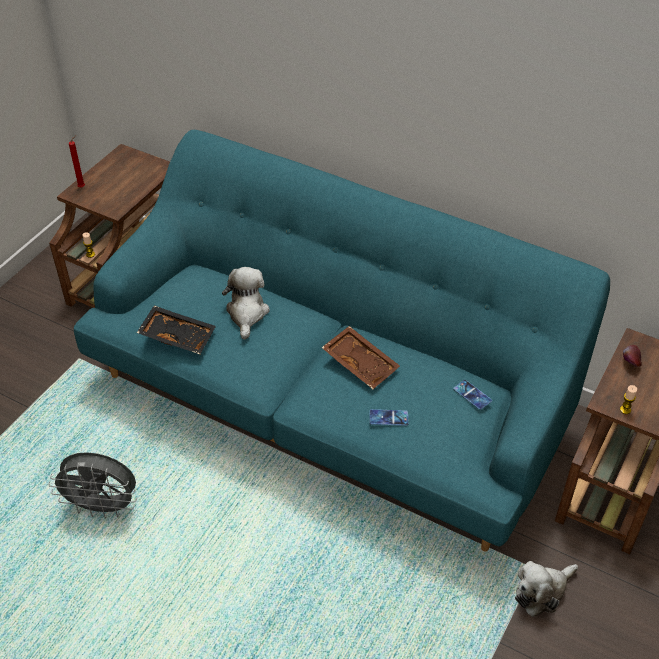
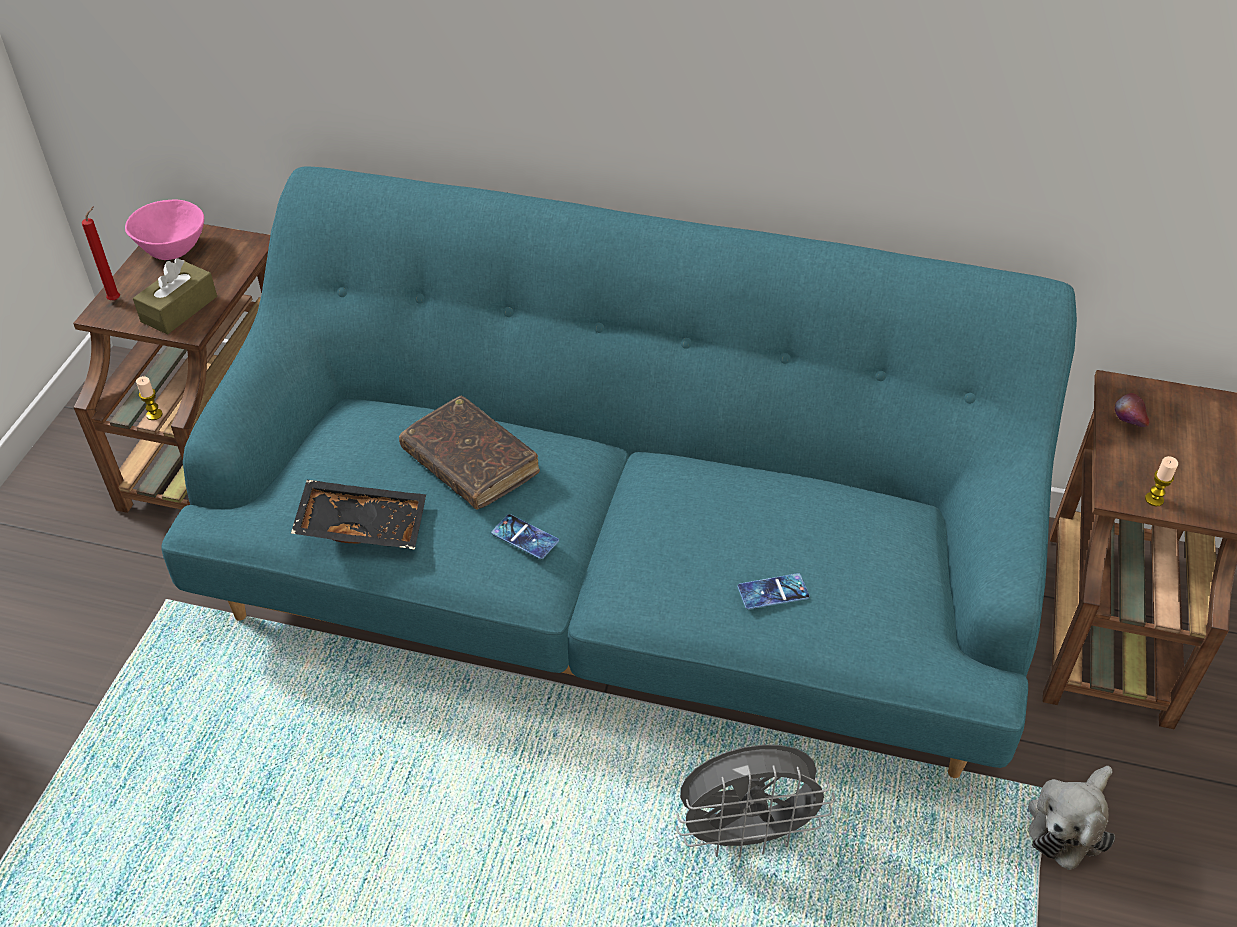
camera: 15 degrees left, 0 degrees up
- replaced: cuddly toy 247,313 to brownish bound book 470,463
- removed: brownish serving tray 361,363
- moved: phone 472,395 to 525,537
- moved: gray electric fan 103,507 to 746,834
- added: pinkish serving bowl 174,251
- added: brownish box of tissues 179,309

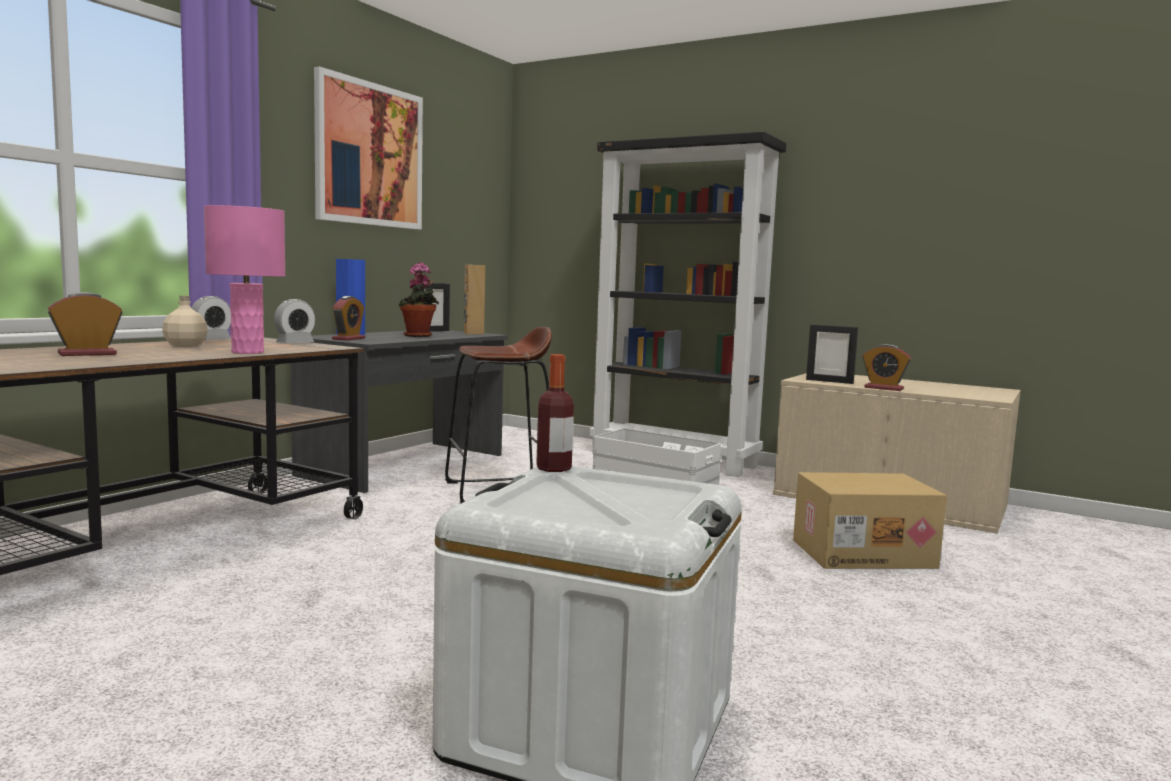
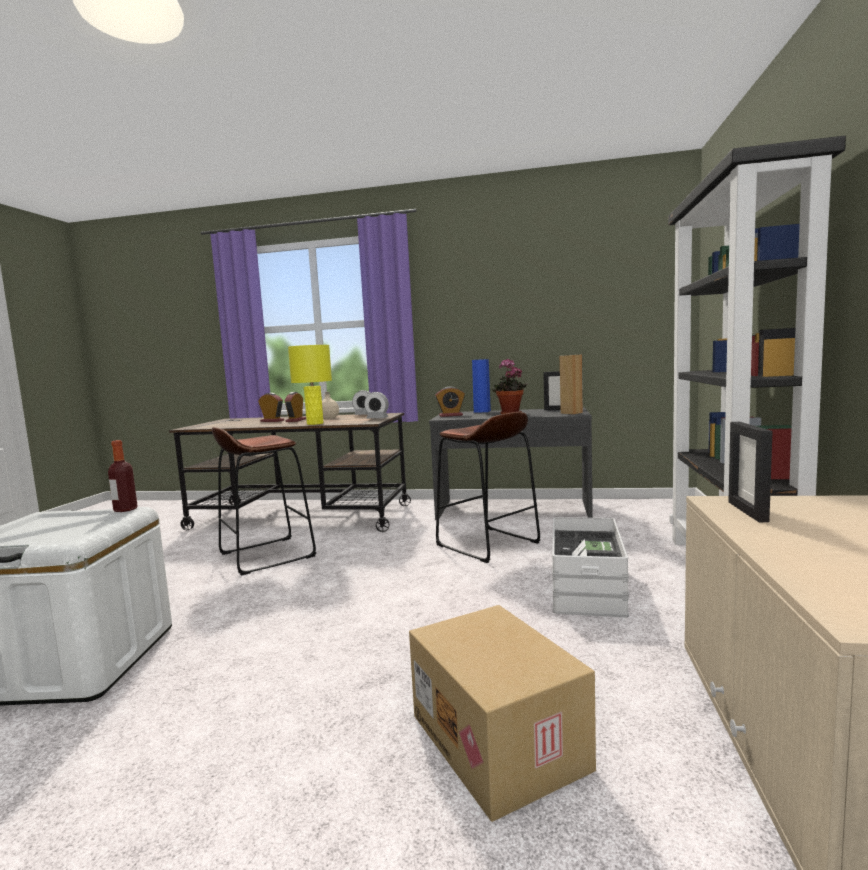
camera: 70 degrees right, 0 degrees up
- removed: wall art 369,155
- recoloured: pinkish tabletop lamp 247,352 to yellow-coloured tabletop lamp 315,423
- moved: table clock 883,388 to 296,420
- added: brownish sitting stool 266,555

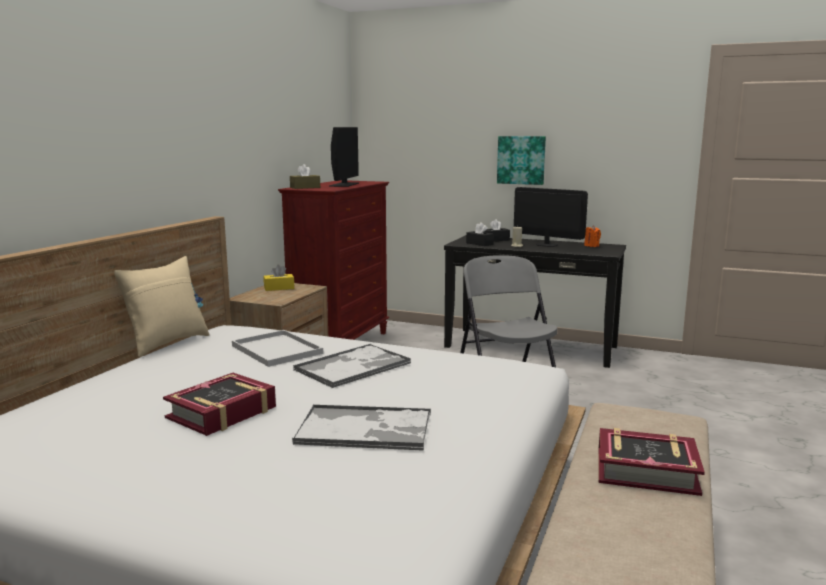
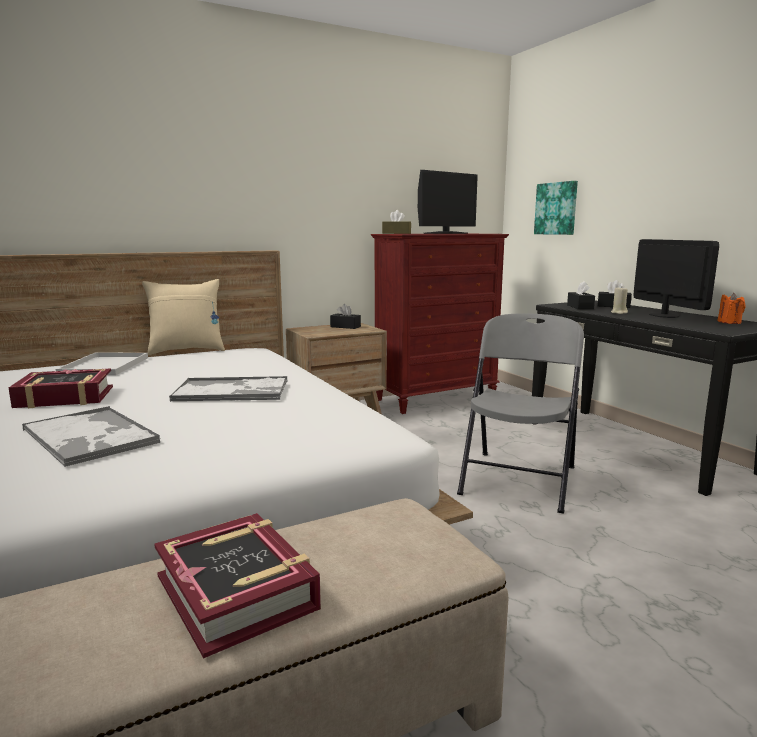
camera: 40 degrees right, 0 degrees up
- moved: wall art 521,160 to 556,208
- recoloured: yellow-coloured box of tissues 279,288 to black-coloured box of tissues 345,327
- moved: whitish serving tray 278,350 to 105,366

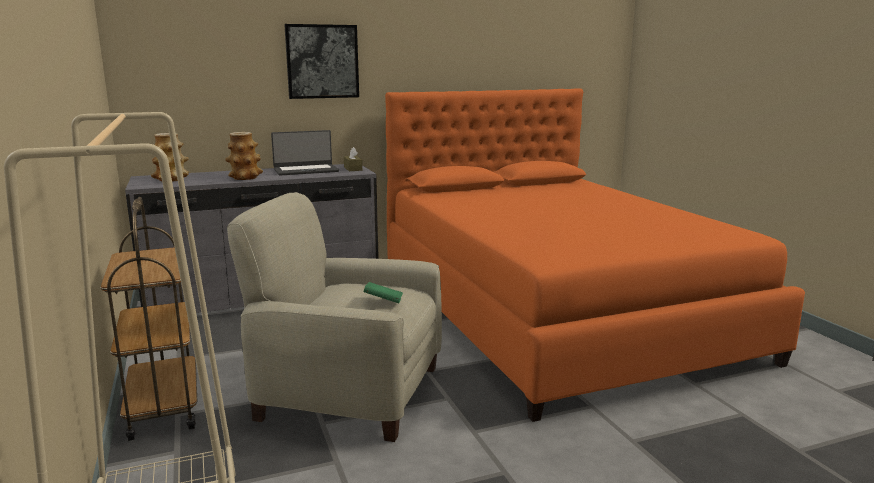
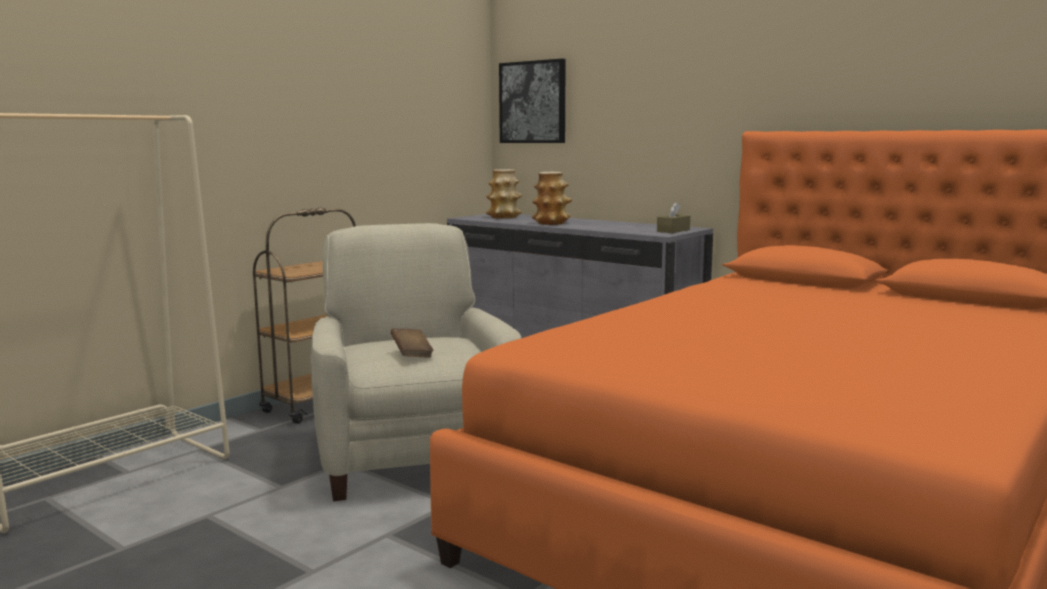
camera: 60 degrees right, 5 degrees down
- moved: wall art 322,61 to 533,102
- removed: notebook computer 306,170
- recoloured: green-coloured bound book 383,302 to brownish bound book 412,354

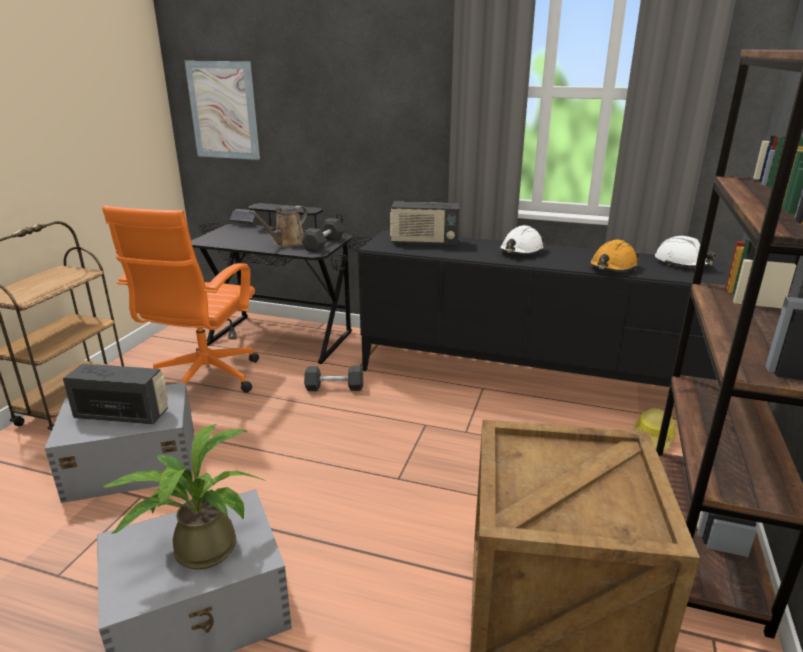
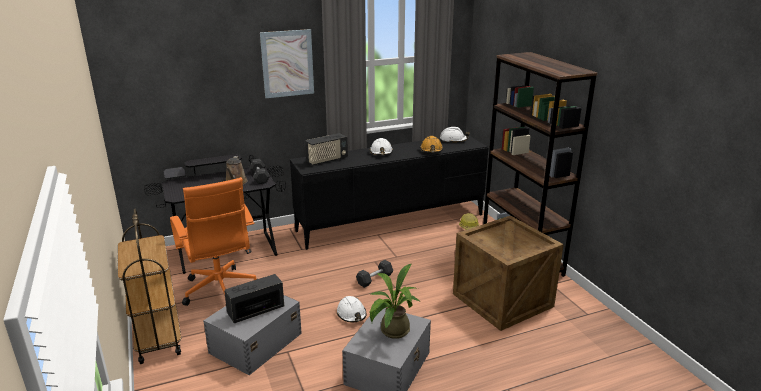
camera: 40 degrees left, 0 degrees up
- moved: wall art 223,110 to 287,63
- moved: gray dumbbell 334,387 to 374,279
- added: whitish work helmet 351,314

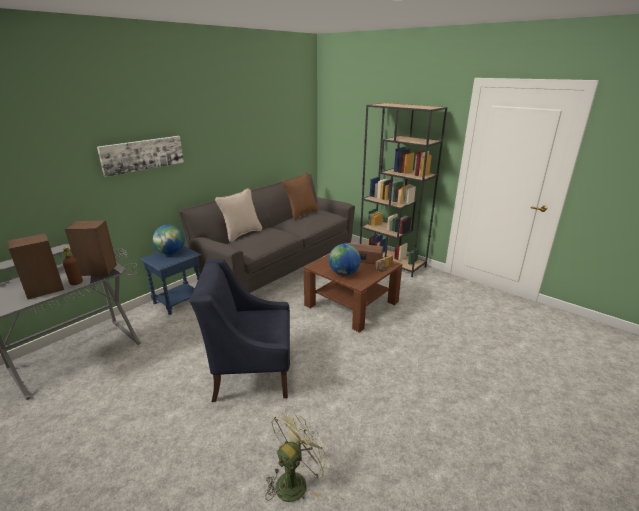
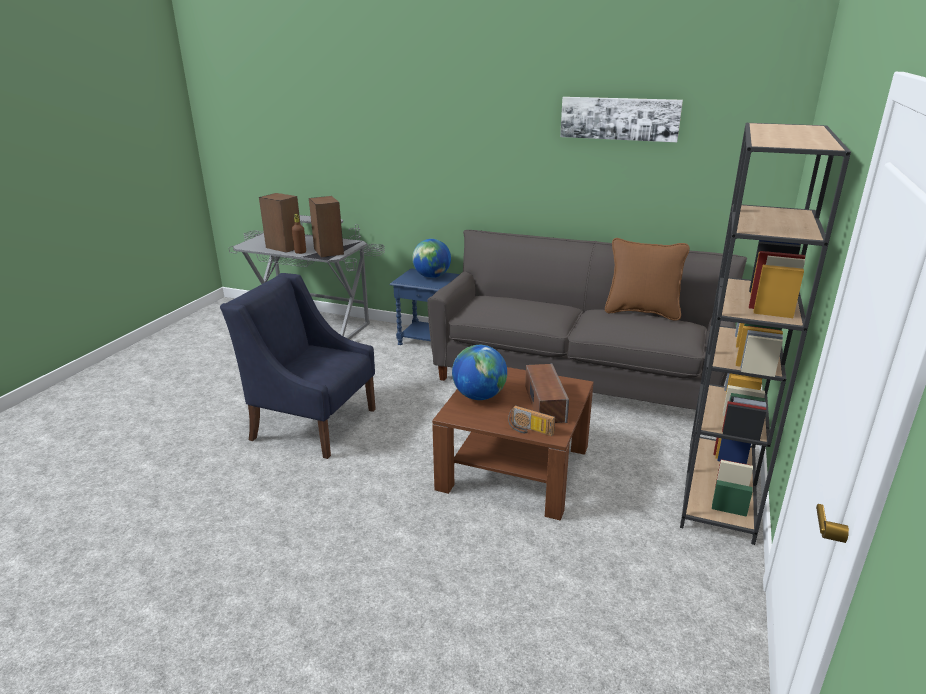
camera: 70 degrees right, 0 degrees up
- moved: wall art 142,154 to 619,118
- removed: beige-coloured throw pillow 241,234
- turned: blue armchair 251,371 = 313,423 45 degrees counterclockwise
- removed: green-coloured electric fan 295,480

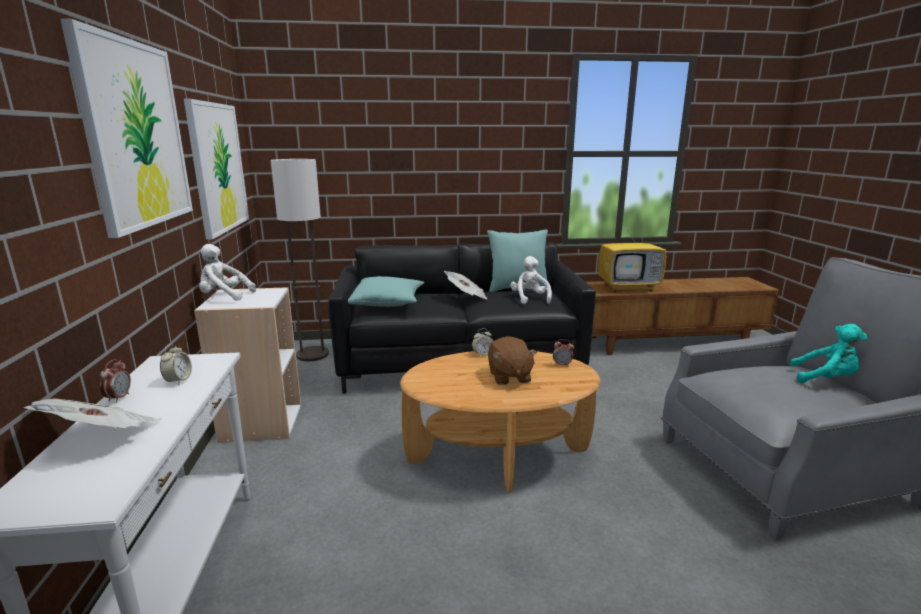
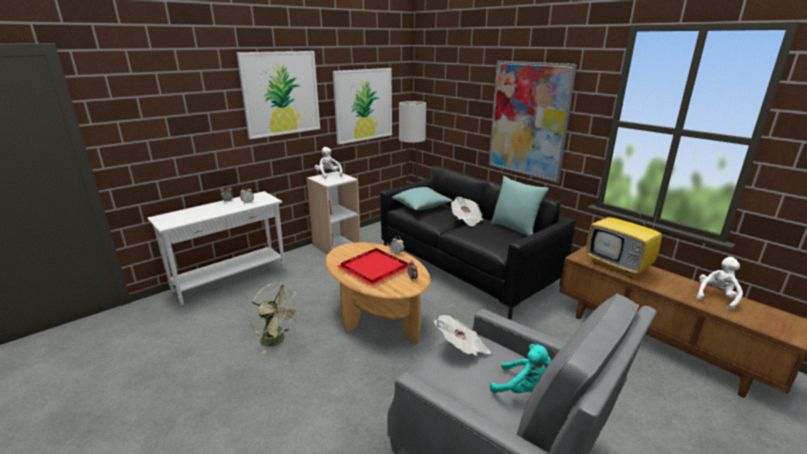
camera: 55 degrees right, 5 degrees up
- moved: whitish cuddly toy 529,299 to 716,297
- turned: blue-green cuddly toy 825,379 = 523,390 45 degrees counterclockwise
- replaced: brownish cuddly toy 509,376 to red serving tray 375,268
- moved: printed paper 104,436 to 461,348
- added: wall art 528,120
- added: green-coloured electric fan 277,340

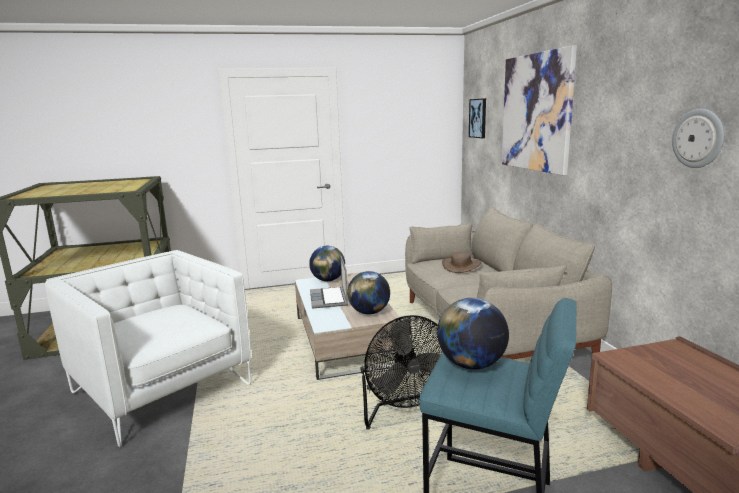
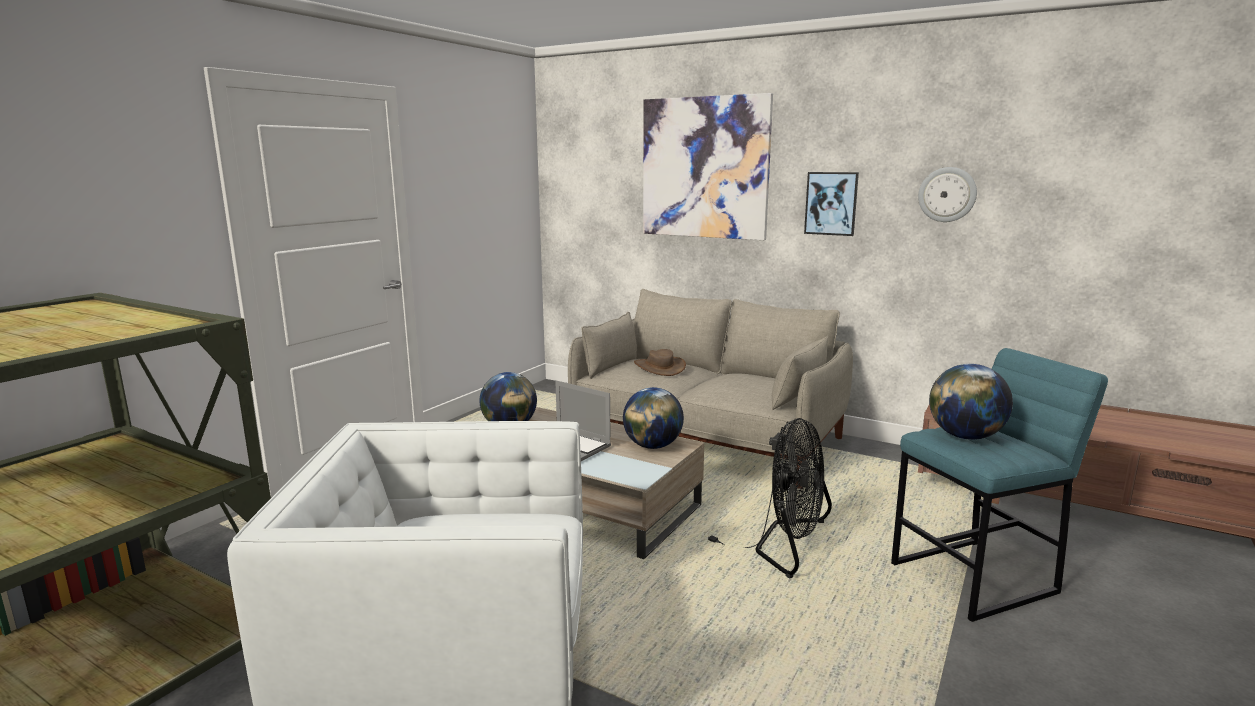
camera: 45 degrees left, 0 degrees up
- moved: wall art 478,118 to 831,203

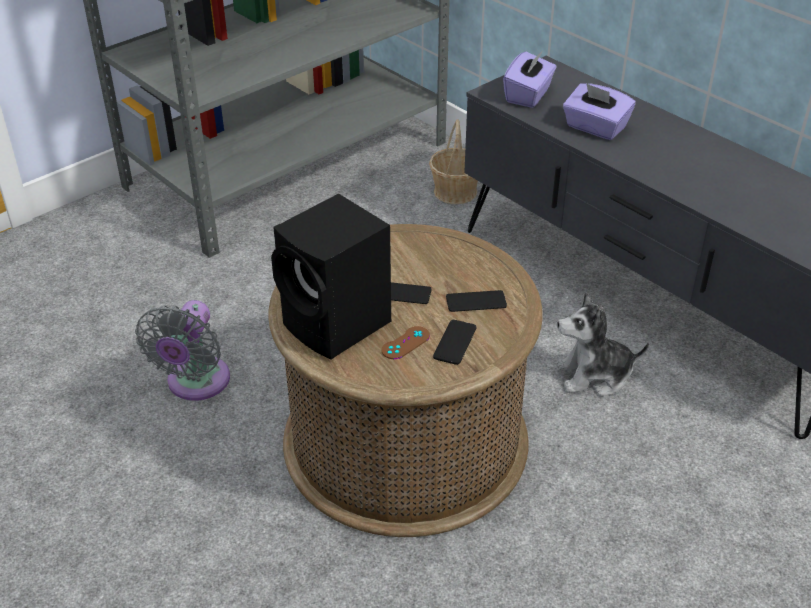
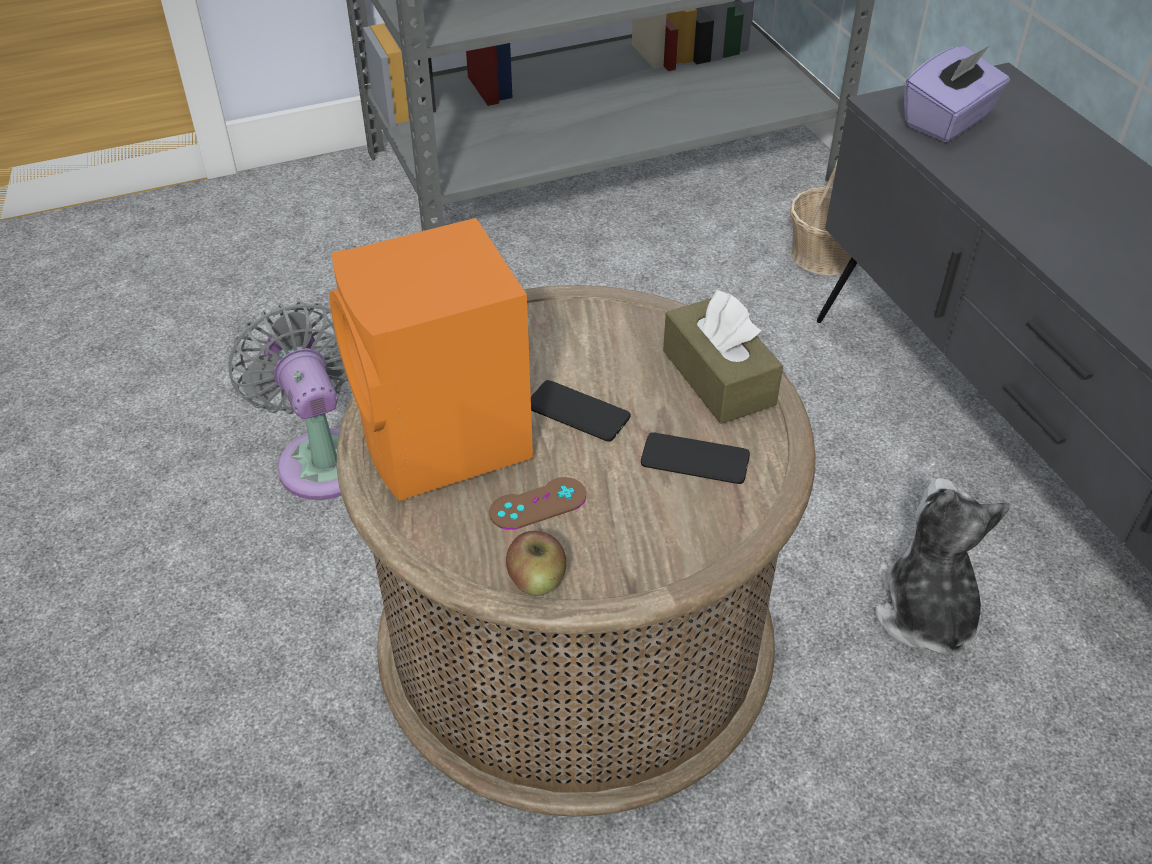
camera: 20 degrees right, 5 degrees up
- removed: purple-coloured box of tissues 595,128
- recoloured: black-coloured loudspeaker 338,326 to orangey loudspeaker 445,443
- turned: cuddly toy 594,376 = 925,612 75 degrees clockwise
- turned: gray electric fan 195,384 = 321,457 120 degrees clockwise
- removed: phone 455,342
- added: brownish box of tissues 718,377
- added: apple 536,580

